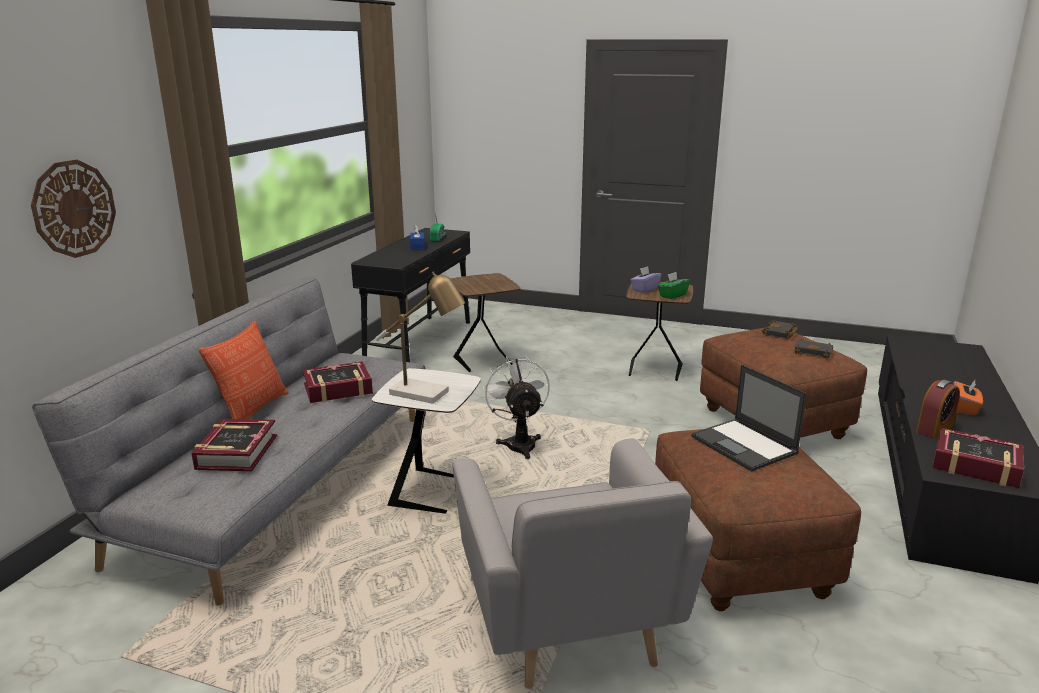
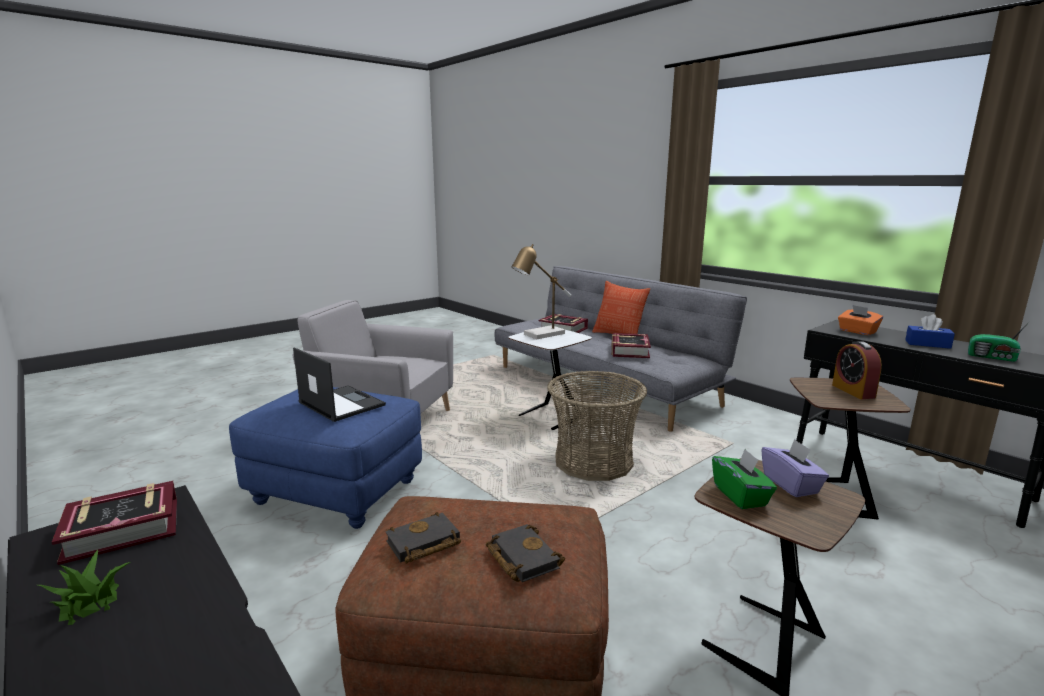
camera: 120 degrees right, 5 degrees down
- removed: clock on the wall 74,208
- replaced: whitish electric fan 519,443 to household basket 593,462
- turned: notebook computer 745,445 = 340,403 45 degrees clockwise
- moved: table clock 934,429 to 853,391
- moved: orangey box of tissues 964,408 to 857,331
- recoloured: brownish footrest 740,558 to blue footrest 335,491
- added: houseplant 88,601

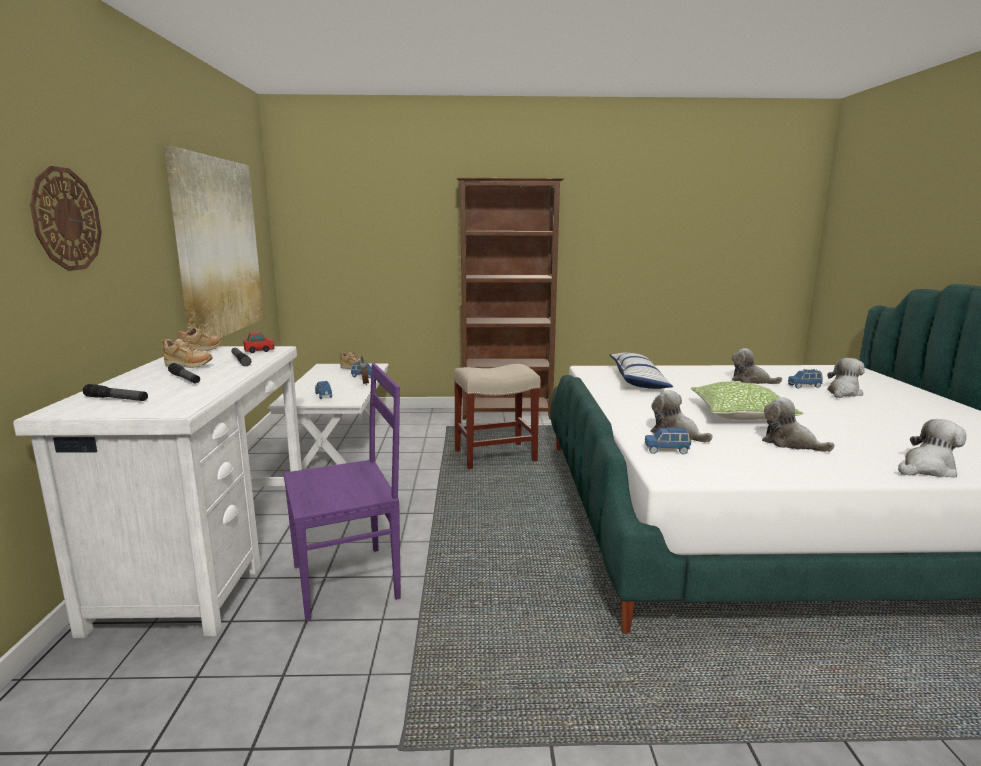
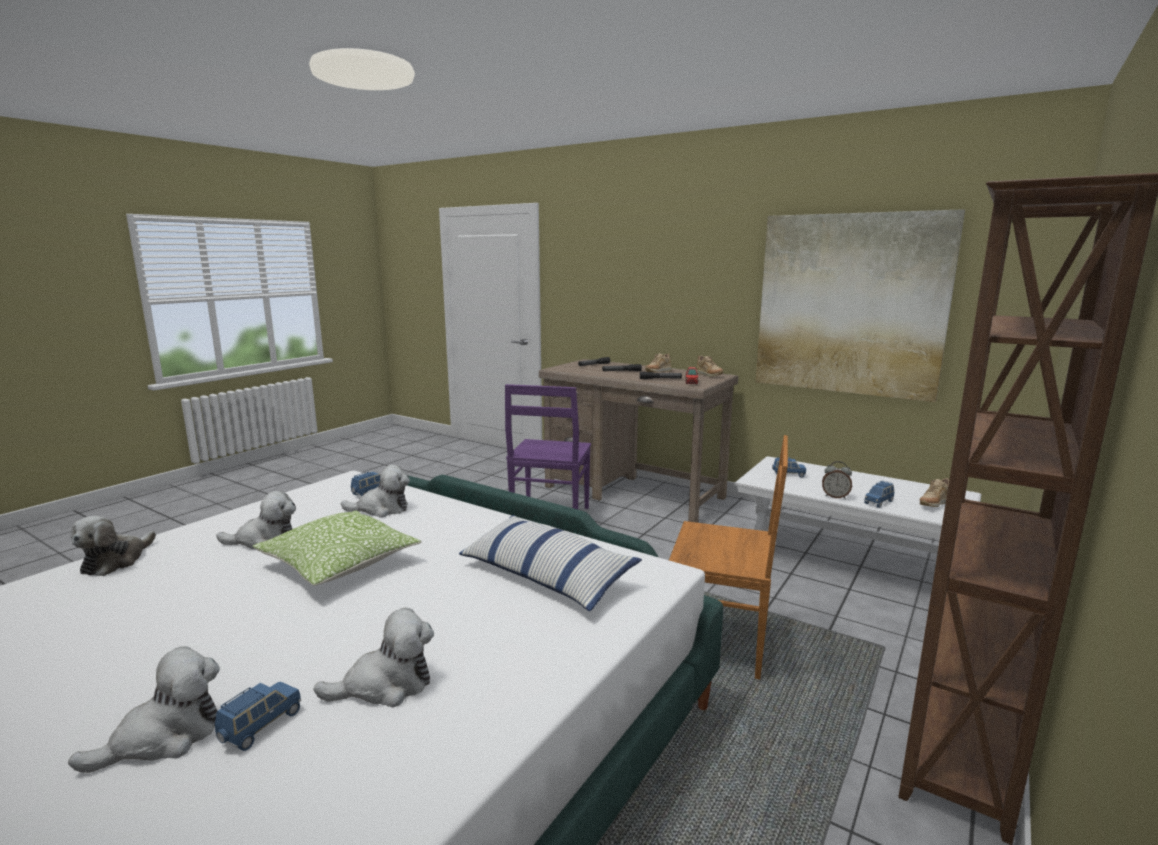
camera: 125 degrees right, 0 degrees up
- removed: clock on the wall 66,219
- recoloured: whitish desk unit 210,553 to brownish desk unit 634,492
- turned: cuddly toy 843,393 = 164,737 120 degrees counterclockwise
- replaced: beige-coloured sitting stool 496,455 to brownish upright chair 721,642

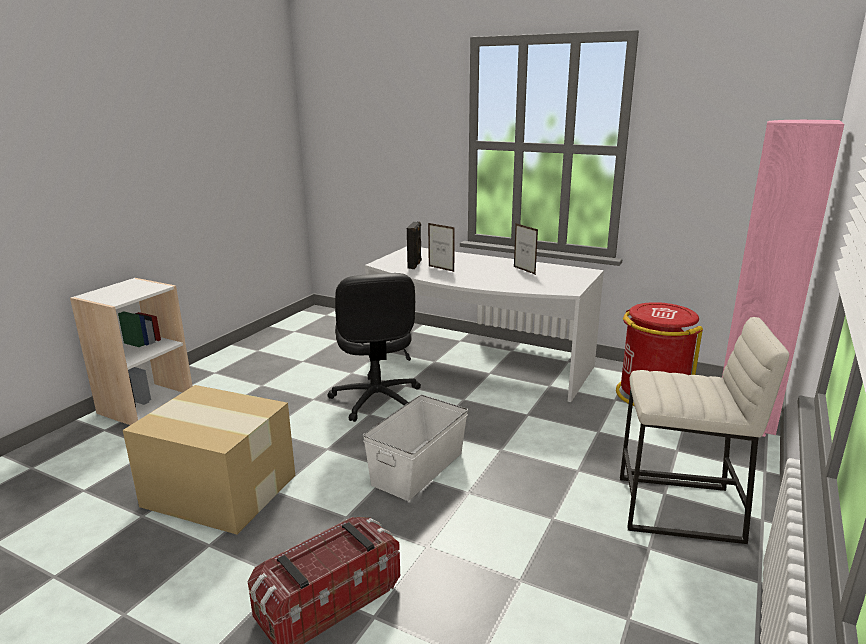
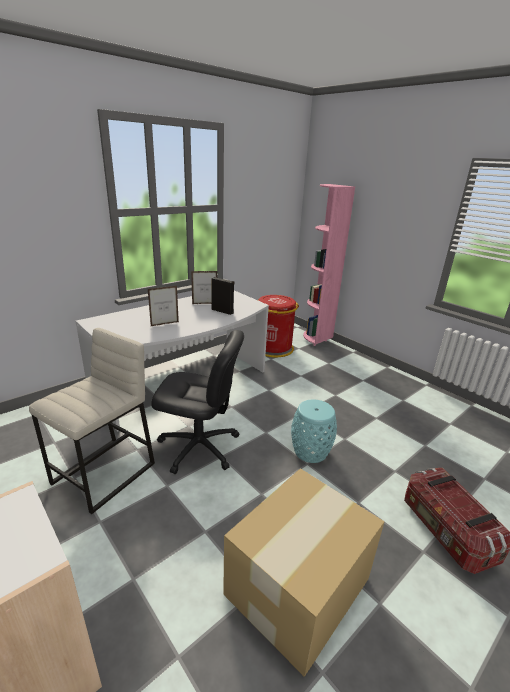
camera: 70 degrees left, 5 degrees up
- moved: black-coloured loudspeaker 415,265 to 223,311
- moved: beige-coloured sitting stool 679,508 to 104,473
- replaced: whitish storage box 419,468 to blue-green sitting stool 310,451

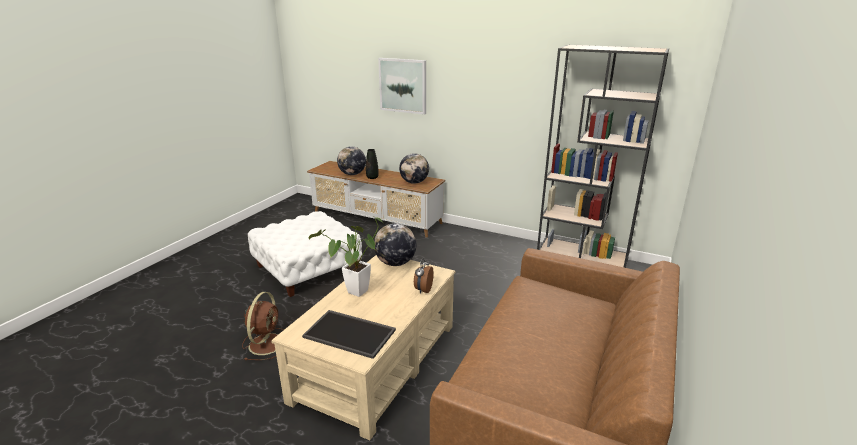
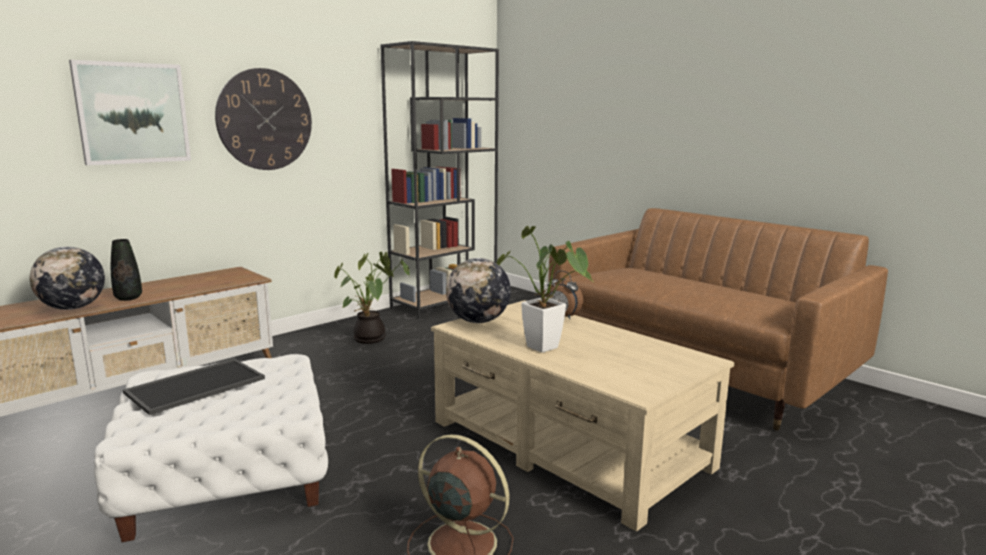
camera: 70 degrees left, 10 degrees down
- removed: globe 414,182
- moved: serving tray 351,333 to 196,385
- added: clock on the wall 265,120
- added: houseplant 371,340

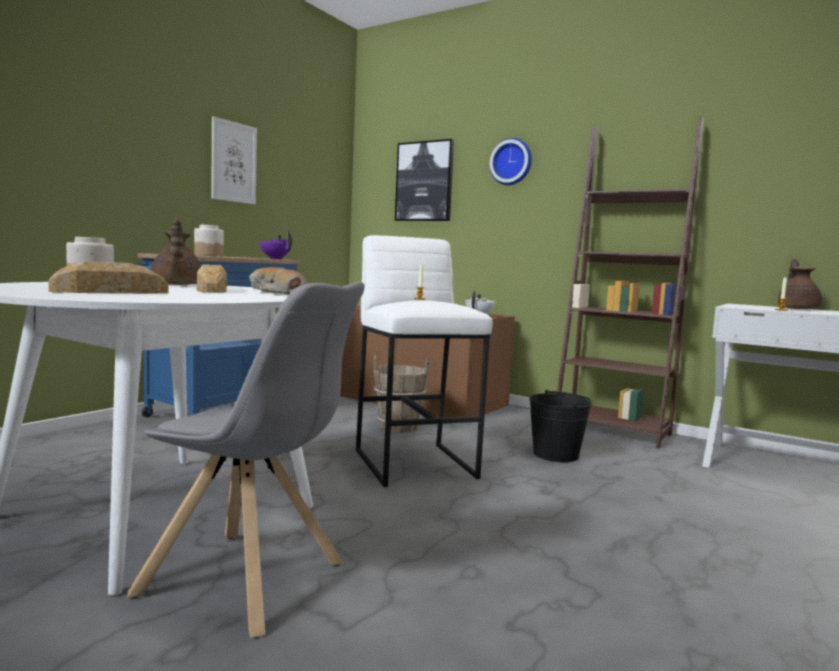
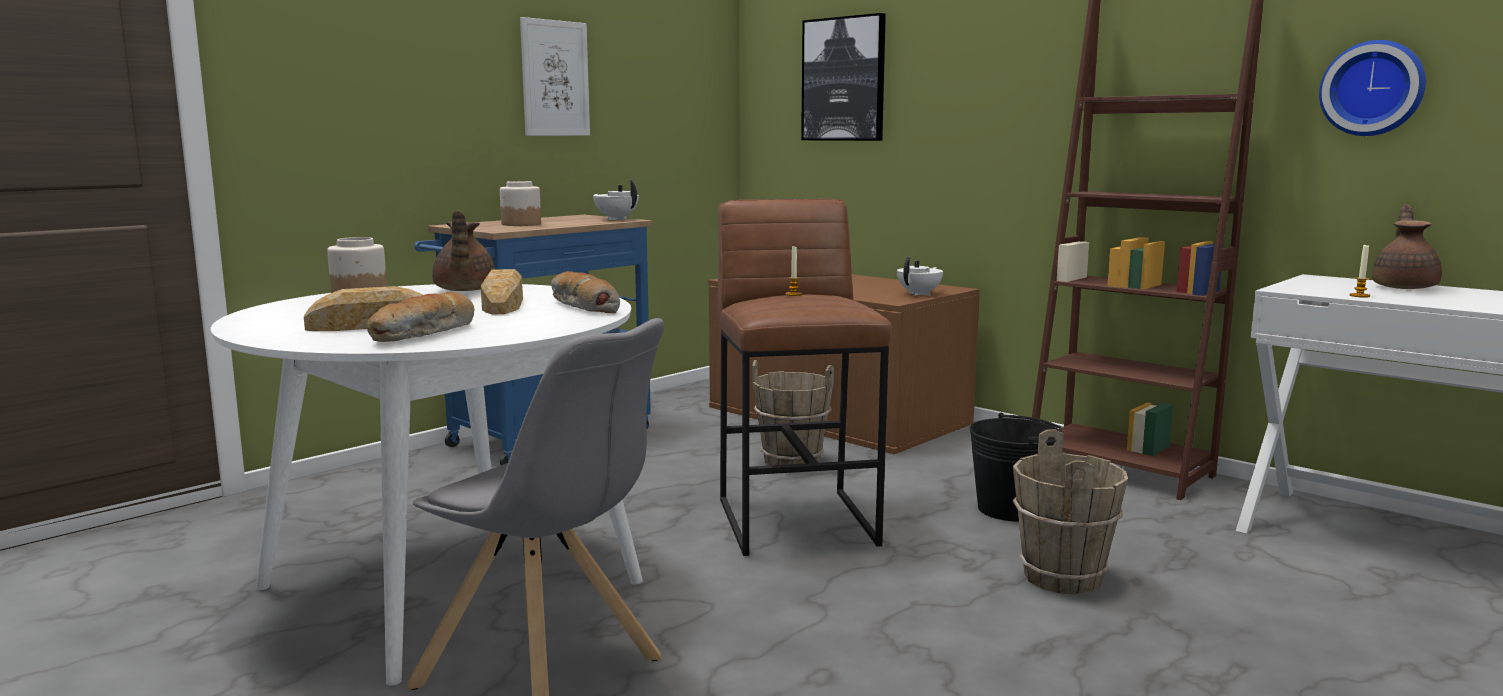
camera: 10 degrees right, 5 degrees up
- moved: clock on the wall 512,162 to 1373,88
- recoloured: purple-coloured tea pot 275,258 to whitish tea pot 616,219
- recoloured: whitish sitting stool 414,463 to brownish sitting stool 796,520
- added: baked bread 425,334
- added: brownish pail 1063,578

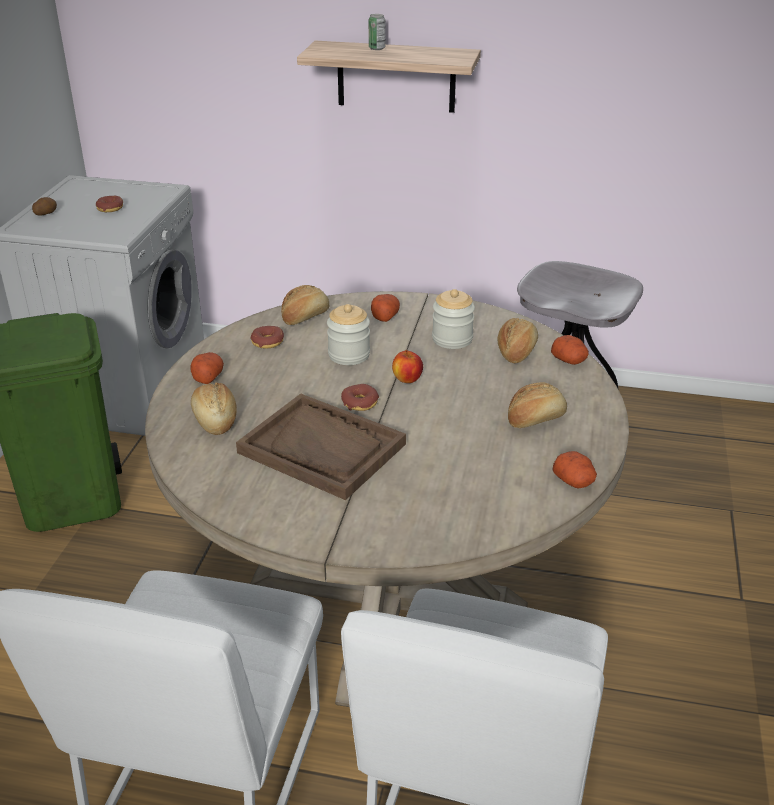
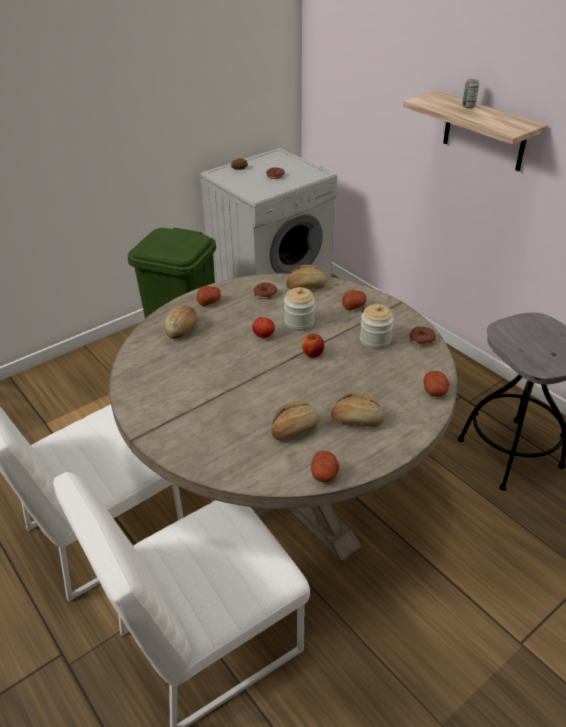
camera: 40 degrees right, 5 degrees up
- moved: baked bread 516,351 to 294,429
- moved: ring doughnut 360,403 to 422,339
- removed: brownish serving tray 322,448
- added: fresh tomato 263,336

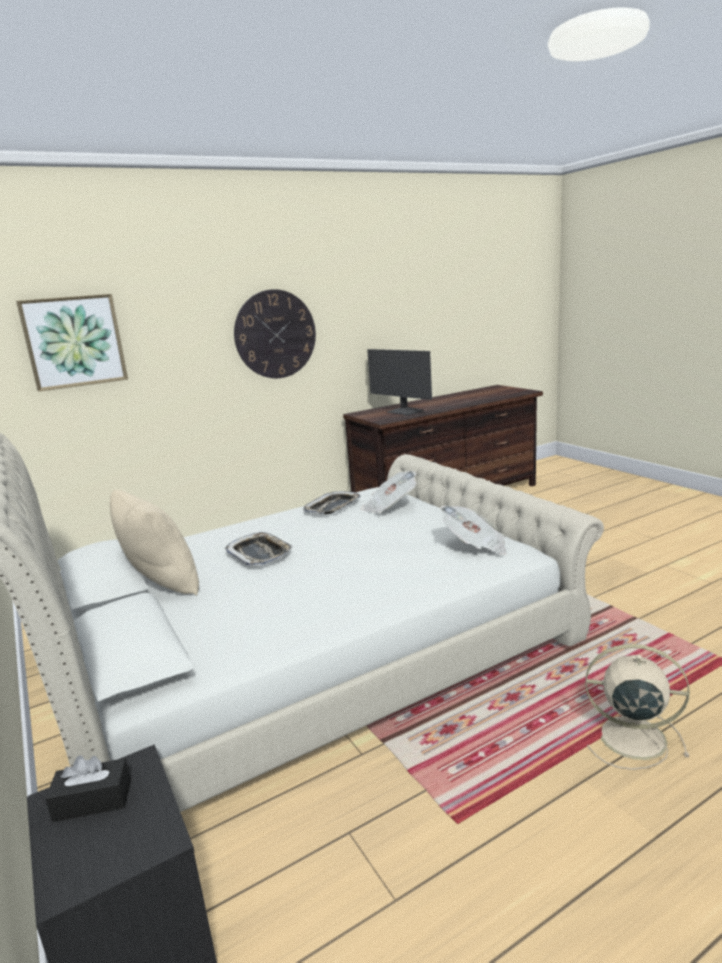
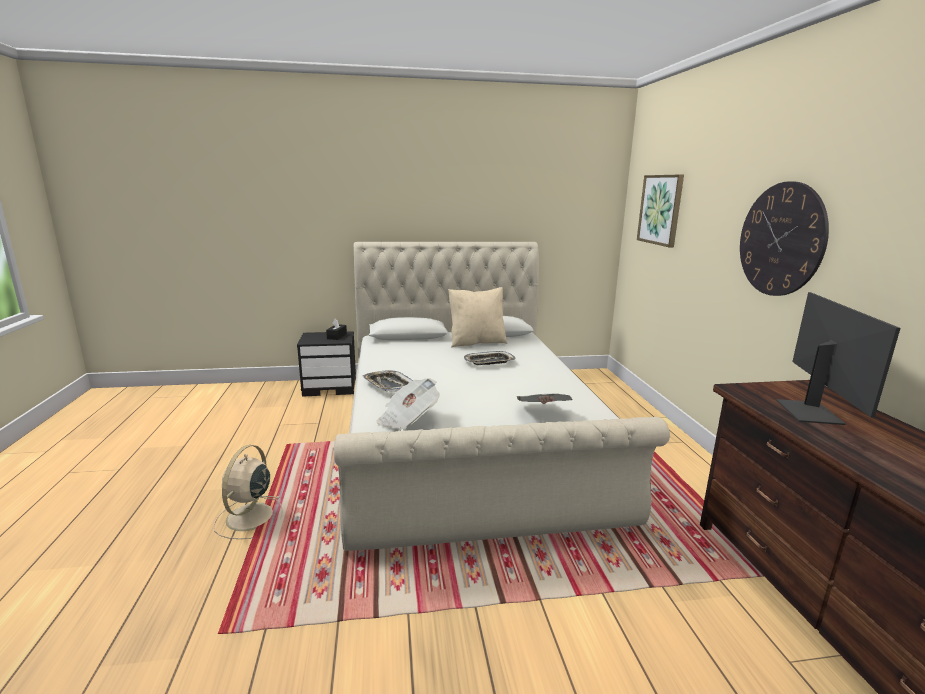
camera: 110 degrees right, 0 degrees up
- turned: computer screen 404,411 = 810,412 120 degrees clockwise
- moved: serving tray 333,507 to 388,385
- turned: beige-coloured electric fan 628,736 = 249,518 150 degrees clockwise

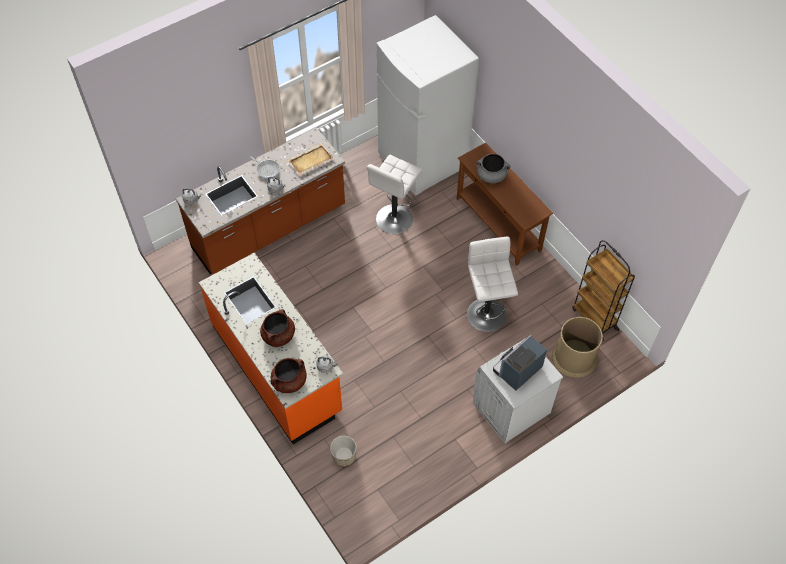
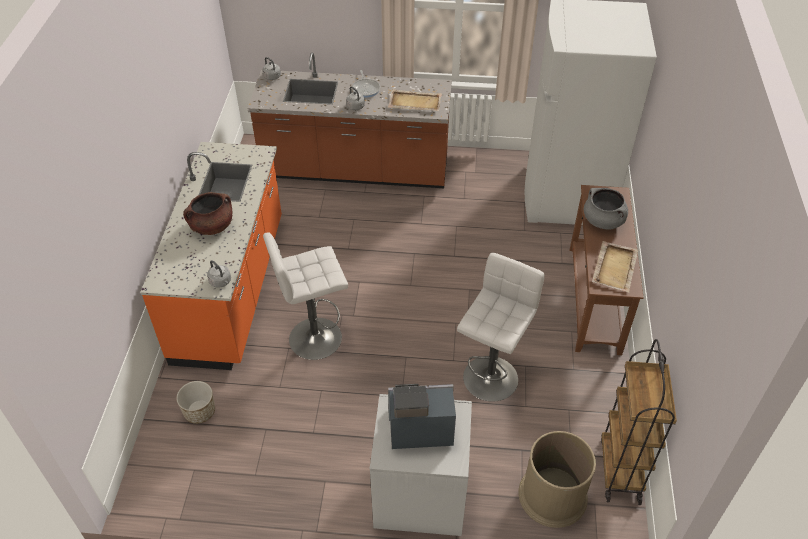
camera: 40 degrees right, 10 degrees down
- moved: whitish sitting stool 393,219 to 314,338
- removed: brownish cooking pot 289,382
- added: beige-coloured serving tray 615,267

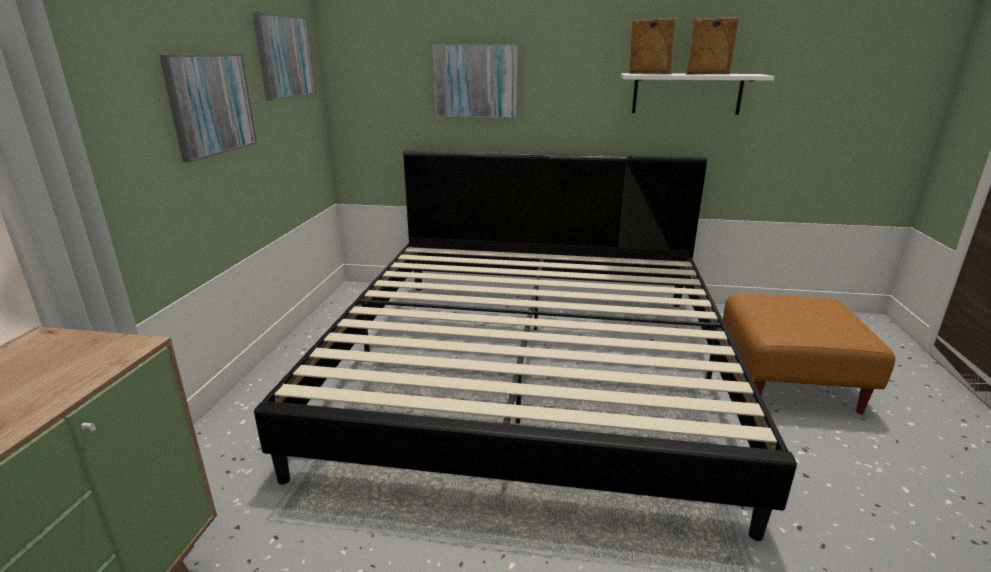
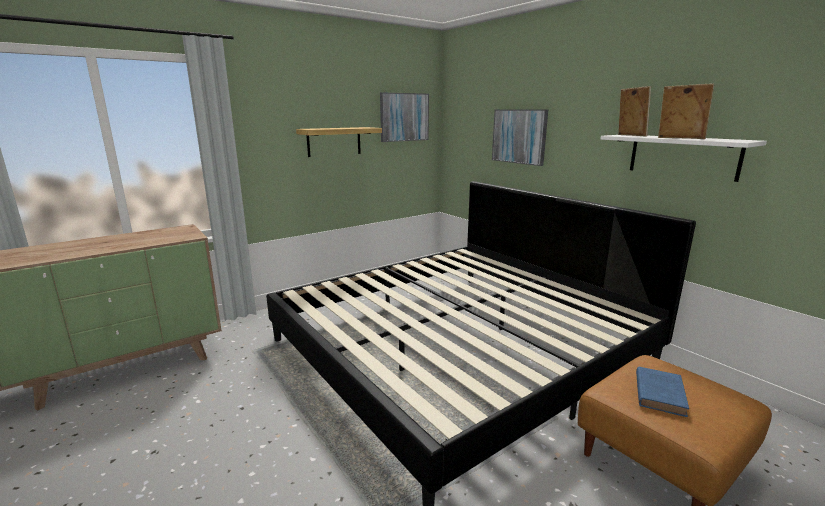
camera: 45 degrees right, 5 degrees down
- replaced: wall art 210,104 to wall shelf 334,141
- added: blue bound book 659,393

